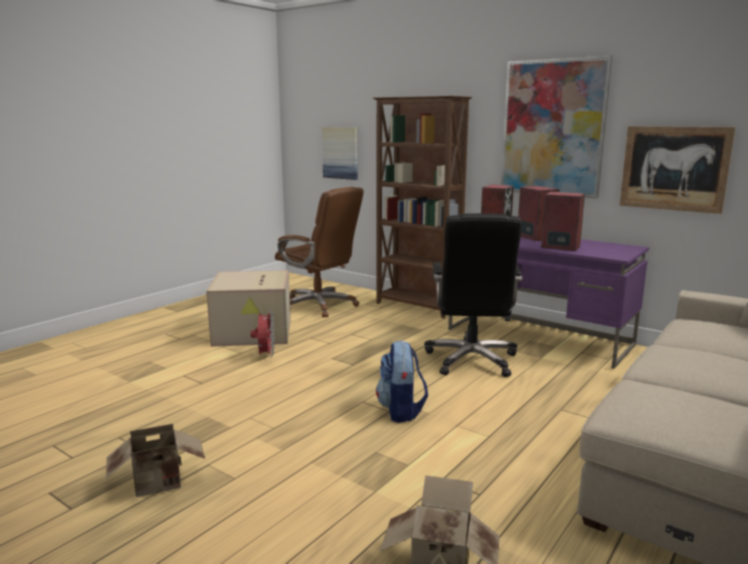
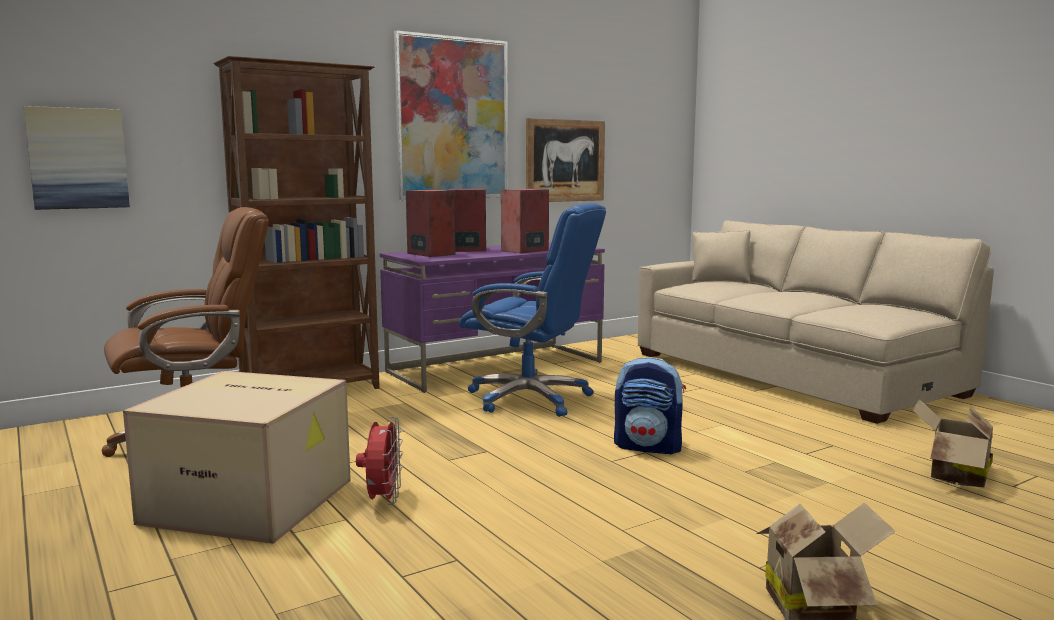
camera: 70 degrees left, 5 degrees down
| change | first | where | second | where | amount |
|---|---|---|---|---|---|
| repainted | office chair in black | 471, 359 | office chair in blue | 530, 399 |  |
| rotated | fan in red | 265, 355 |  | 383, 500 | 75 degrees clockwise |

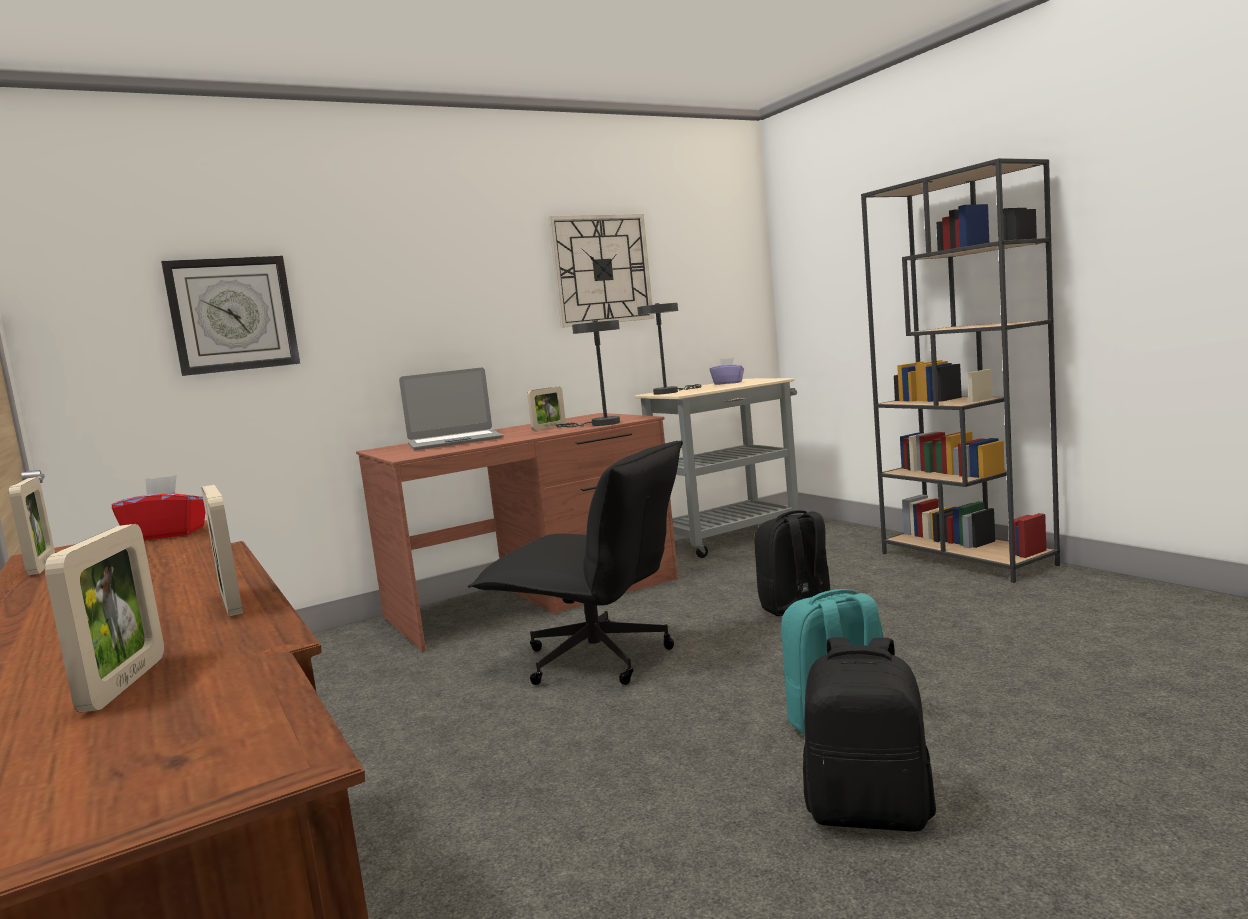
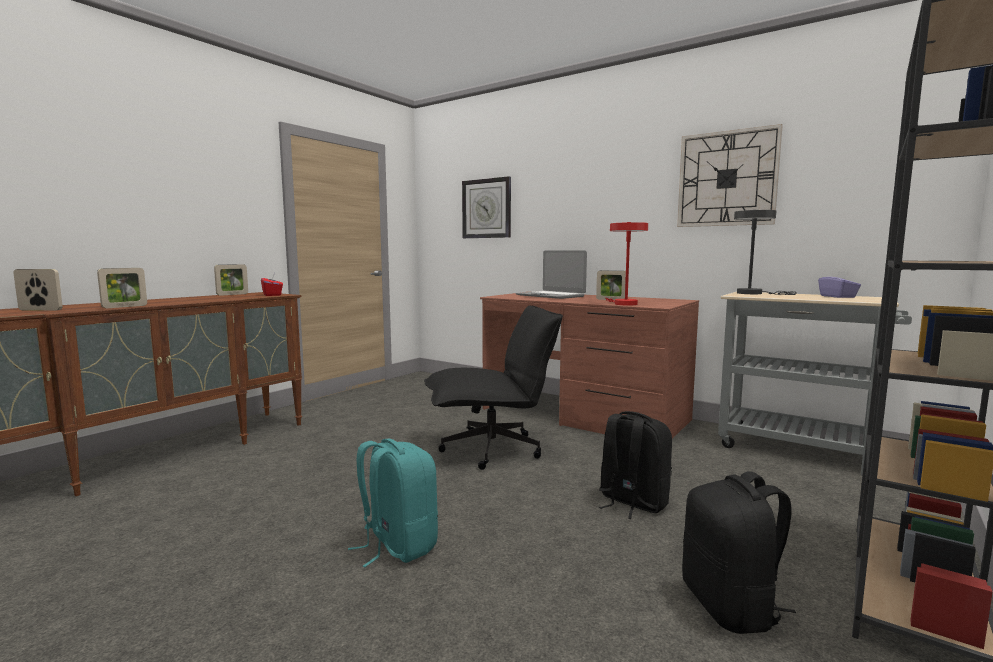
camera: 65 degrees right, 0 degrees up
| change | first | where | second | where | amount |
|---|---|---|---|---|---|
| shifted | backpack in black | 870, 812 |  | 731, 606 |  |
| repainted | table lamp in grey | 600, 424 | table lamp in red | 623, 304 |  |
| rotated | picture frame | 124, 683 |  | 40, 310 | 150 degrees counterclockwise |
| rotated | office chair in black | 594, 658 |  | 489, 449 | 105 degrees counterclockwise |

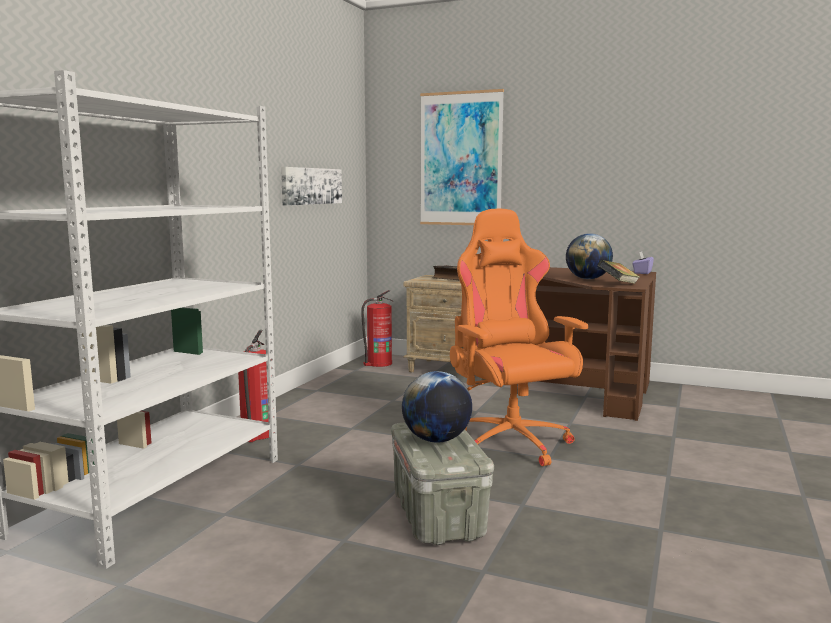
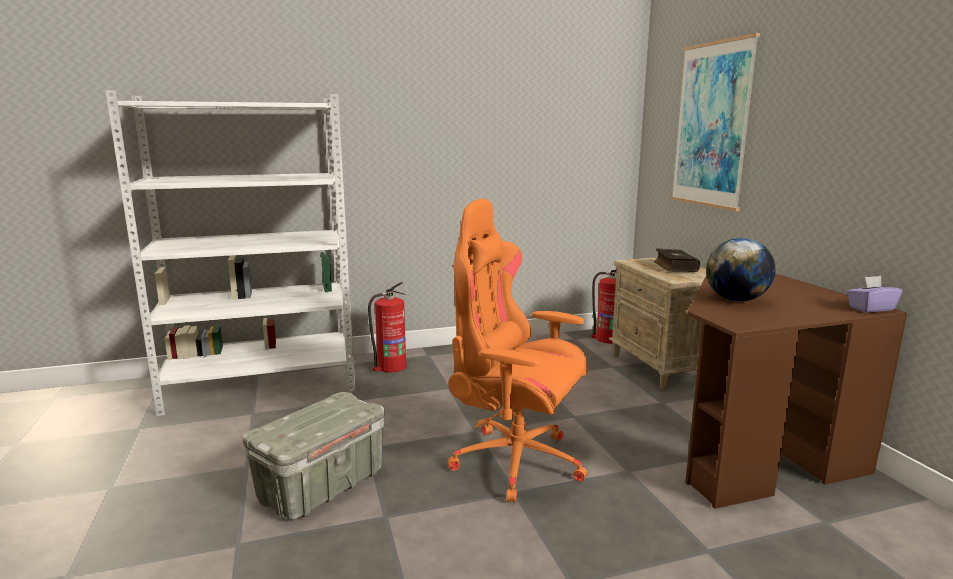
camera: 50 degrees right, 5 degrees up
| change | first | where | second | where | amount |
|---|---|---|---|---|---|
| gone | picture | 311, 186 |  |  |  |
| gone | globe | 437, 440 |  |  |  |
| gone | book | 618, 284 |  |  |  |
| rotated | office chair in orange | 513, 444 |  | 519, 462 | 90 degrees counterclockwise |

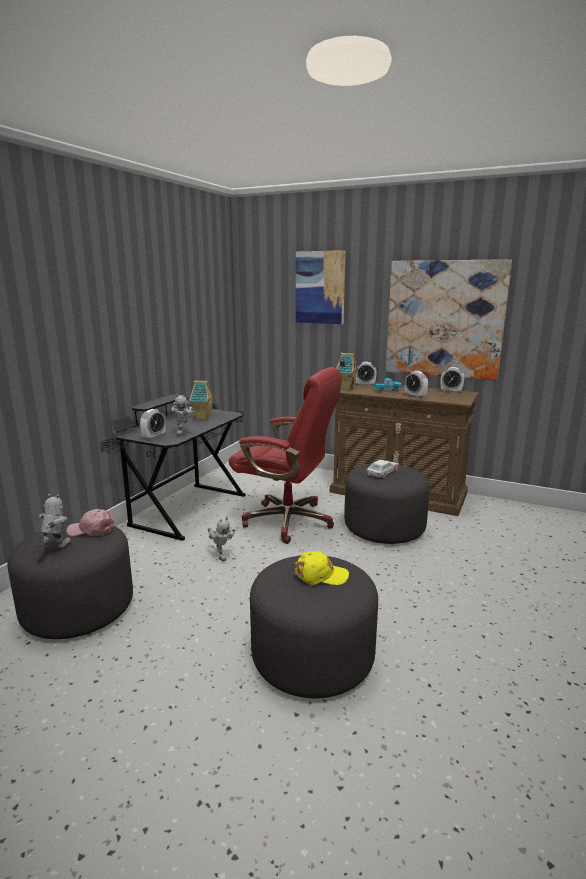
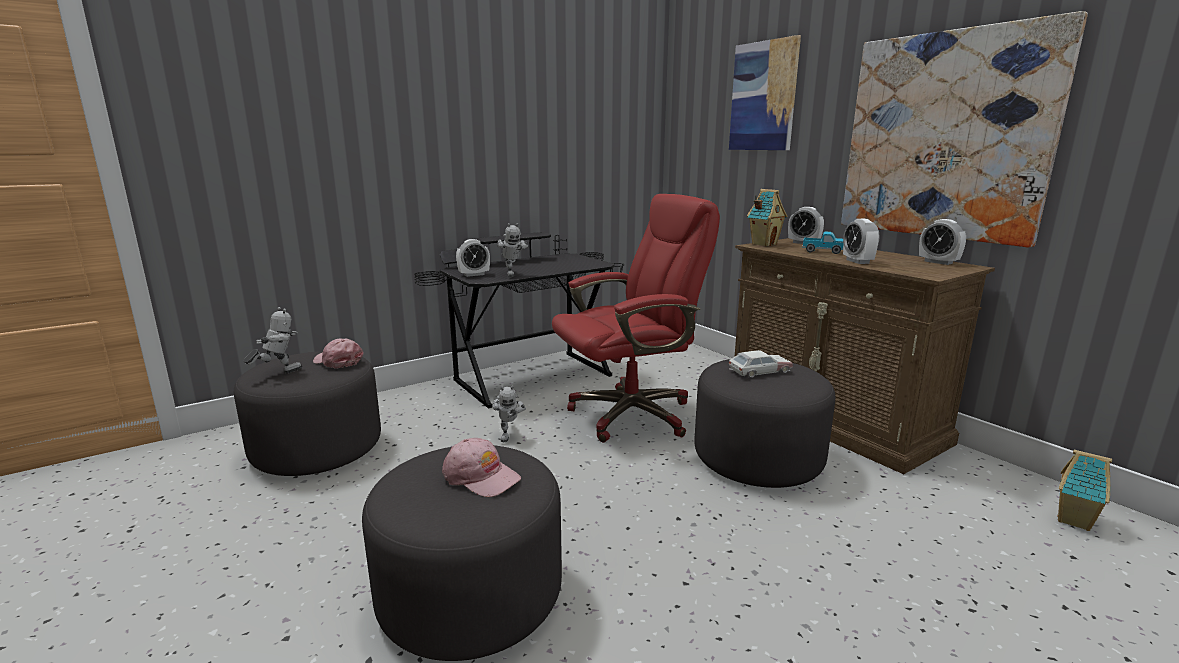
camera: 30 degrees right, 0 degrees up
| change | first | where | second | where | amount |
|---|---|---|---|---|---|
| shifted | toy house | 203, 417 |  | 1075, 521 |  |
| repainted | cap in yellow | 320, 575 | cap in pink | 481, 476 |  |
| rotated | toy robot | 183, 432 |  | 511, 274 | 45 degrees counterclockwise |
| rotated | office chair in red | 286, 521 |  | 629, 416 | 75 degrees counterclockwise |

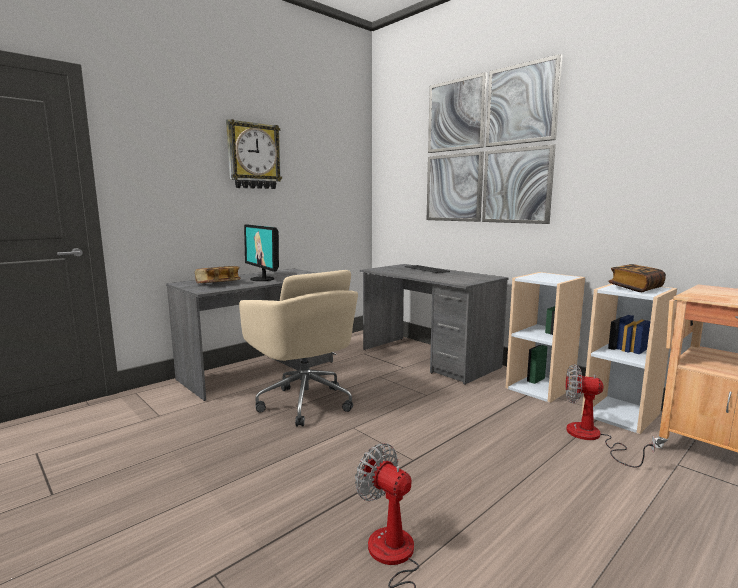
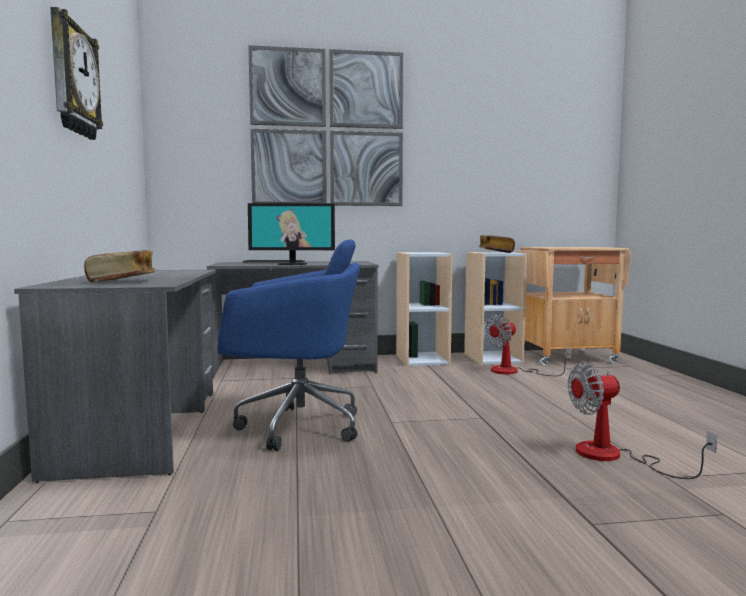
camera: 55 degrees left, 5 degrees down
| change | first | where | second | where | amount |
|---|---|---|---|---|---|
| shifted | monitor | 262, 279 |  | 292, 264 |  |
| repainted | office chair in beige | 303, 402 | office chair in blue | 293, 428 |  |

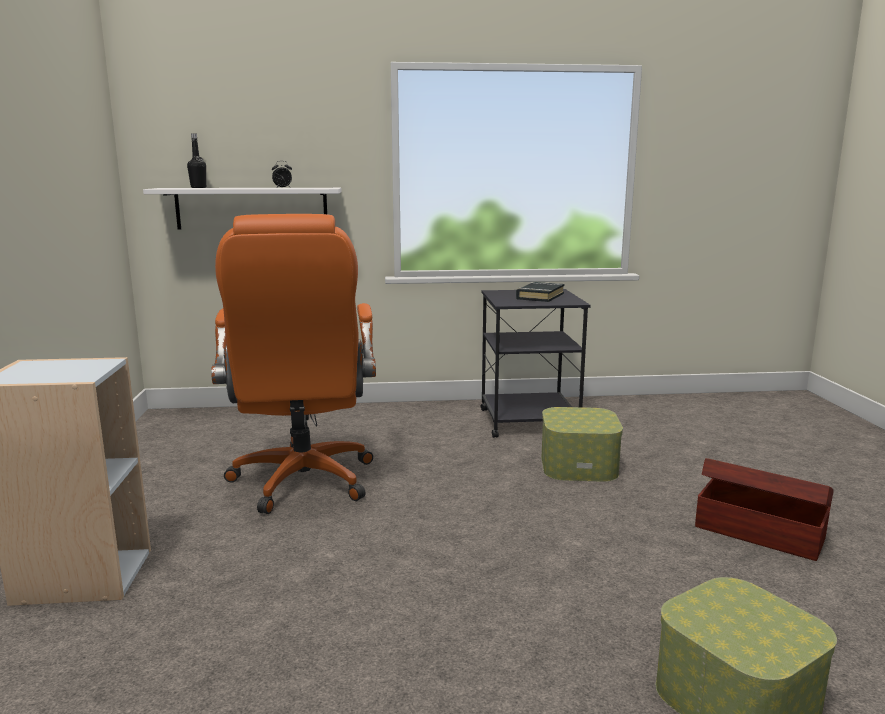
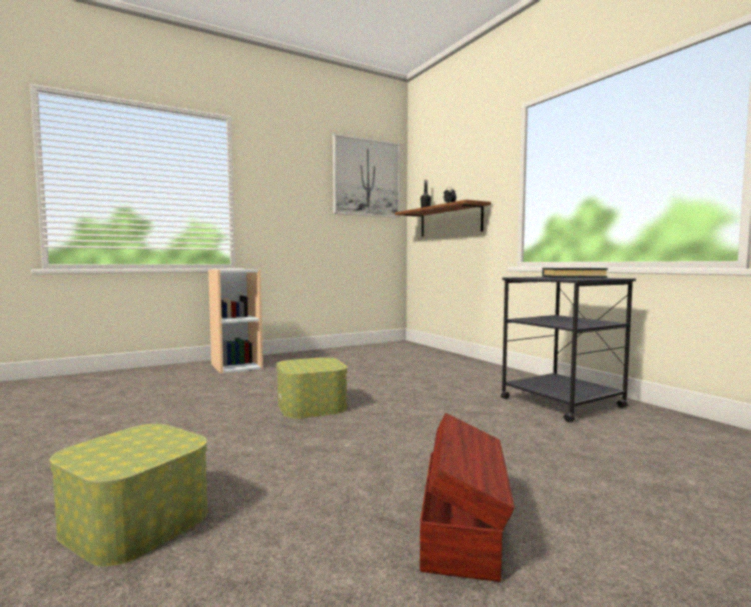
camera: 65 degrees right, 10 degrees down
| change | first | where | second | where | amount |
|---|---|---|---|---|---|
| gone | office chair in orange | 303, 482 |  |  |  |
| new |  |  | picture | 366, 178 |  |
| shifted | storage box | 578, 465 |  | 312, 406 |  |
| repainted | shelf in white | 252, 208 | shelf in brown | 450, 221 |  |

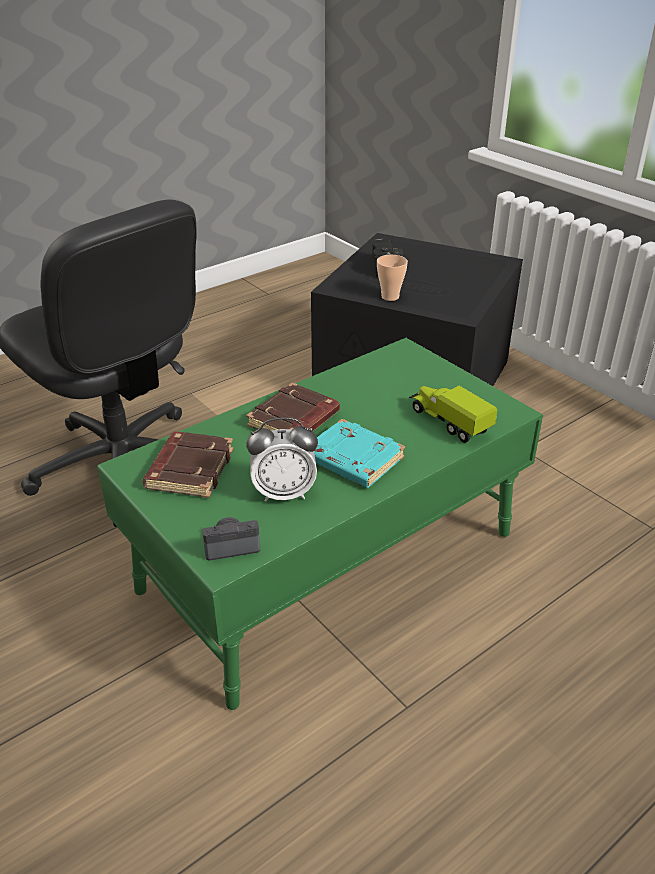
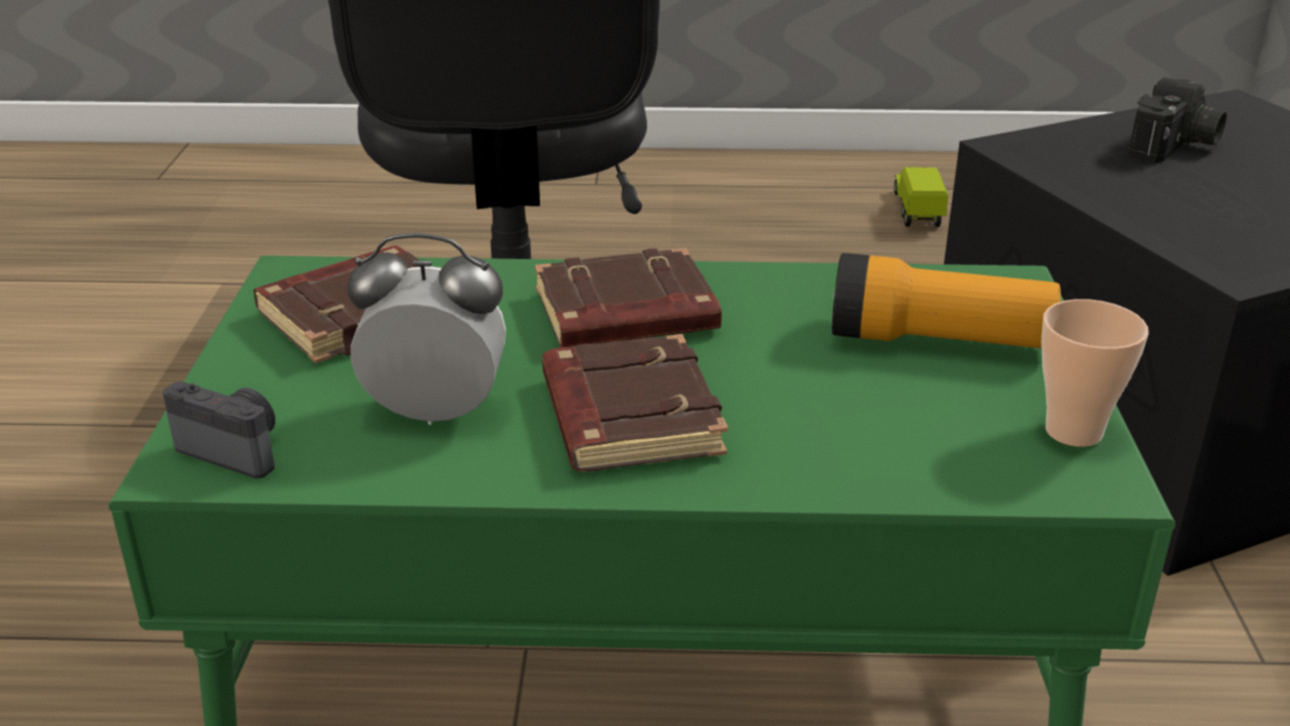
camera: 40 degrees right, 5 degrees down
| change | first | where | second | where | amount |
|---|---|---|---|---|---|
| new |  |  | flashlight | 938, 341 |  |
| shifted | cup | 390, 297 |  | 1073, 431 |  |
| shifted | toy truck | 449, 422 |  | 916, 210 |  |
| repainted | book in turquoise | 352, 459 | book in brown | 627, 416 |  |
| rotated | alarm clock | 284, 493 |  | 436, 412 | 150 degrees clockwise |

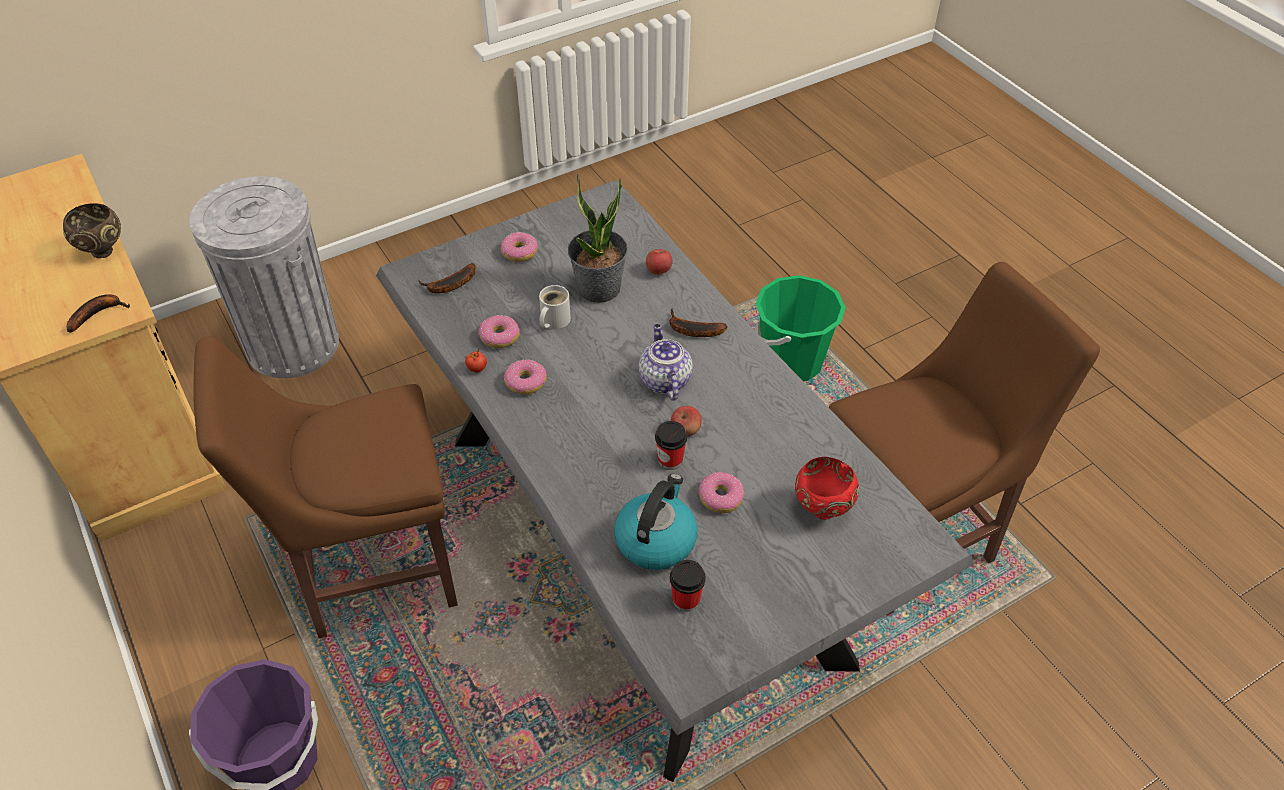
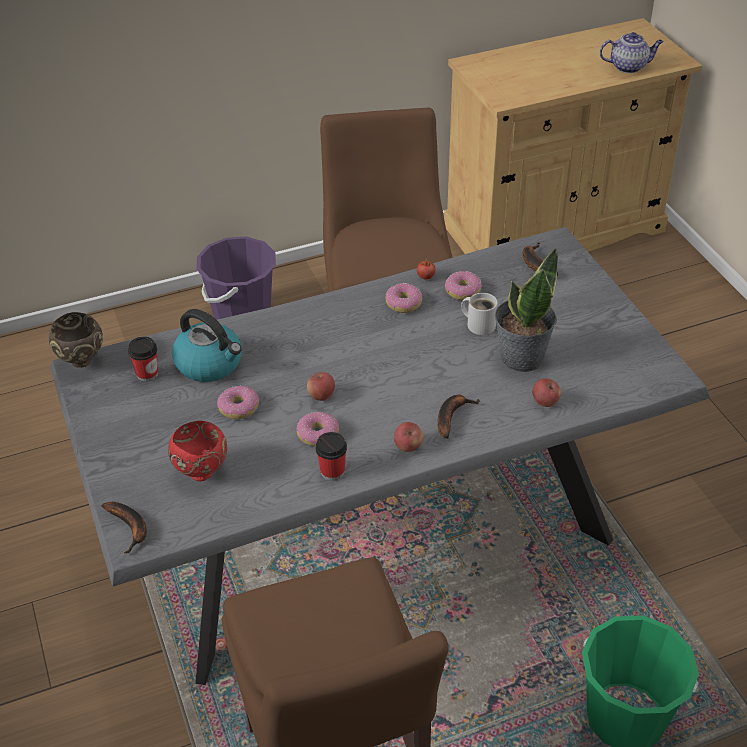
camera: 100 degrees right, 5 degrees down
| change | first | where | second | where | amount |
|---|---|---|---|---|---|
| gone | trash can in grey | 292, 344 |  |  |  |
| new |  |  | apple | 408, 447 |  |
| shifted | bowl in brown | 104, 251 |  | 82, 362 |  |
| shifted | banana | 98, 313 |  | 130, 528 |  |
| shifted | donut | 520, 252 |  | 317, 435 |  |
| shifted | teapot | 664, 380 |  | 629, 67 |  |
| shifted | cup | 670, 460 |  | 332, 471 |  |

